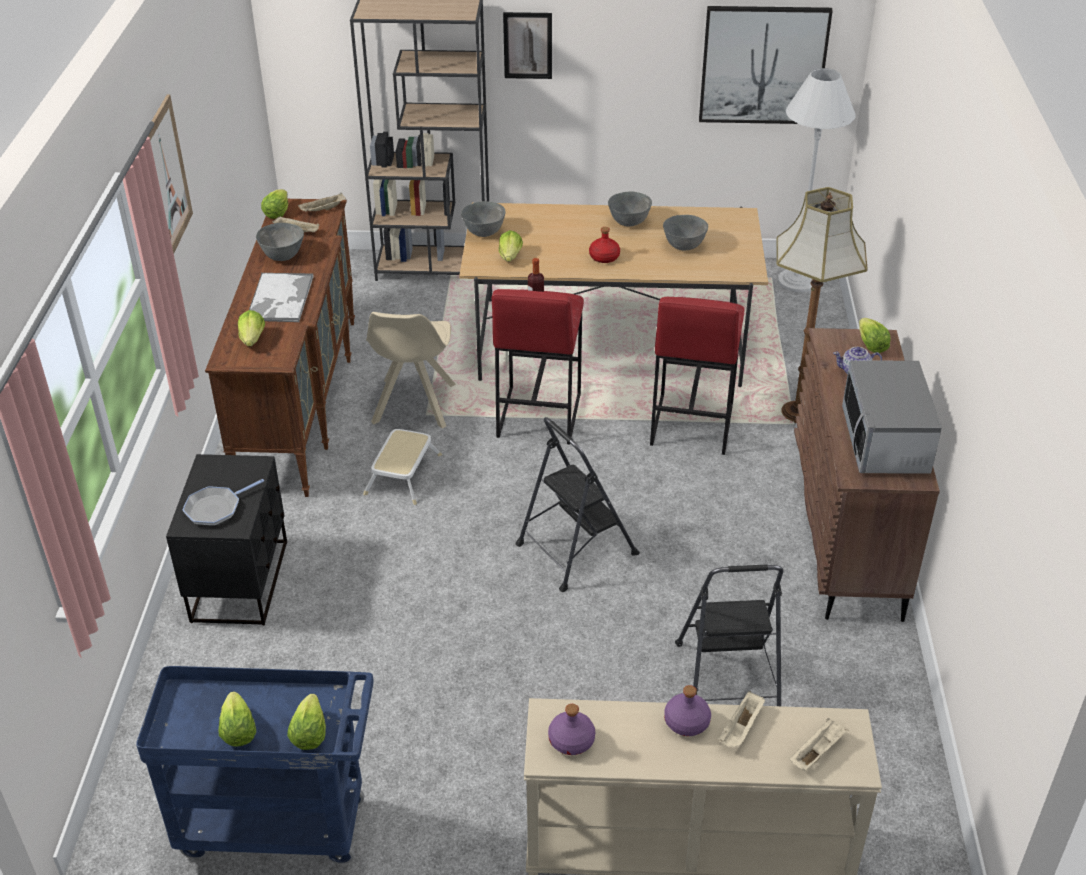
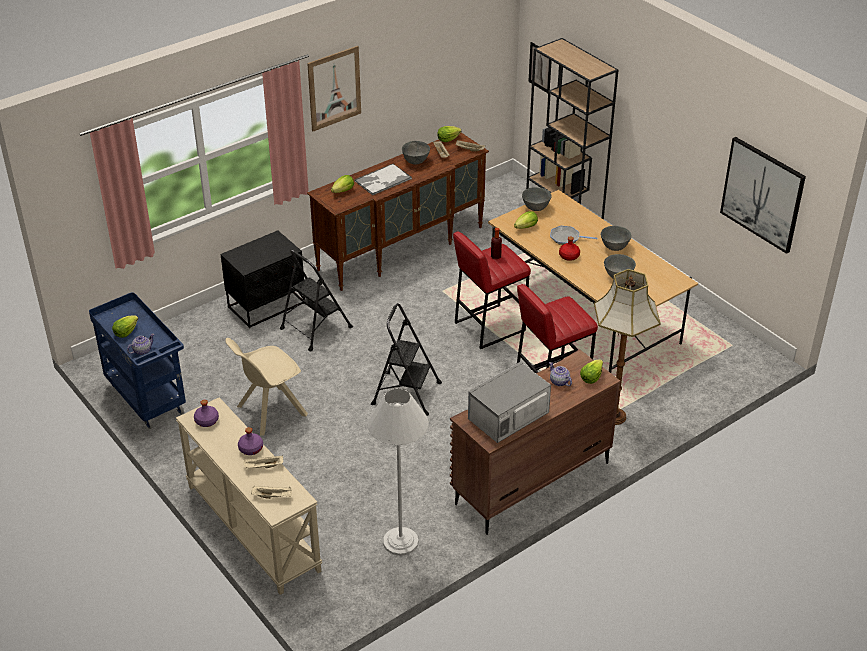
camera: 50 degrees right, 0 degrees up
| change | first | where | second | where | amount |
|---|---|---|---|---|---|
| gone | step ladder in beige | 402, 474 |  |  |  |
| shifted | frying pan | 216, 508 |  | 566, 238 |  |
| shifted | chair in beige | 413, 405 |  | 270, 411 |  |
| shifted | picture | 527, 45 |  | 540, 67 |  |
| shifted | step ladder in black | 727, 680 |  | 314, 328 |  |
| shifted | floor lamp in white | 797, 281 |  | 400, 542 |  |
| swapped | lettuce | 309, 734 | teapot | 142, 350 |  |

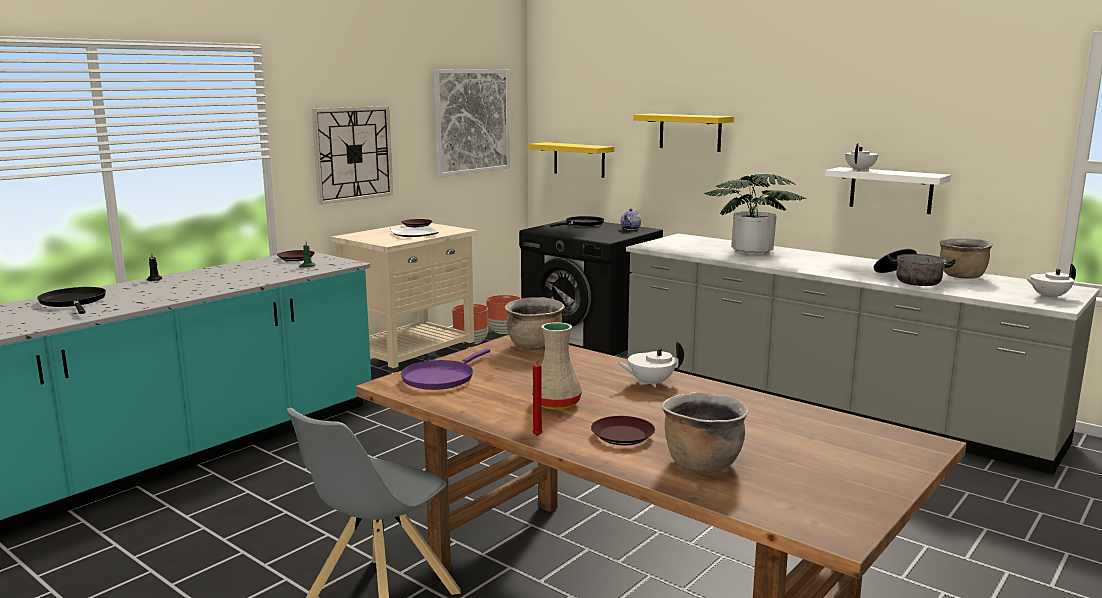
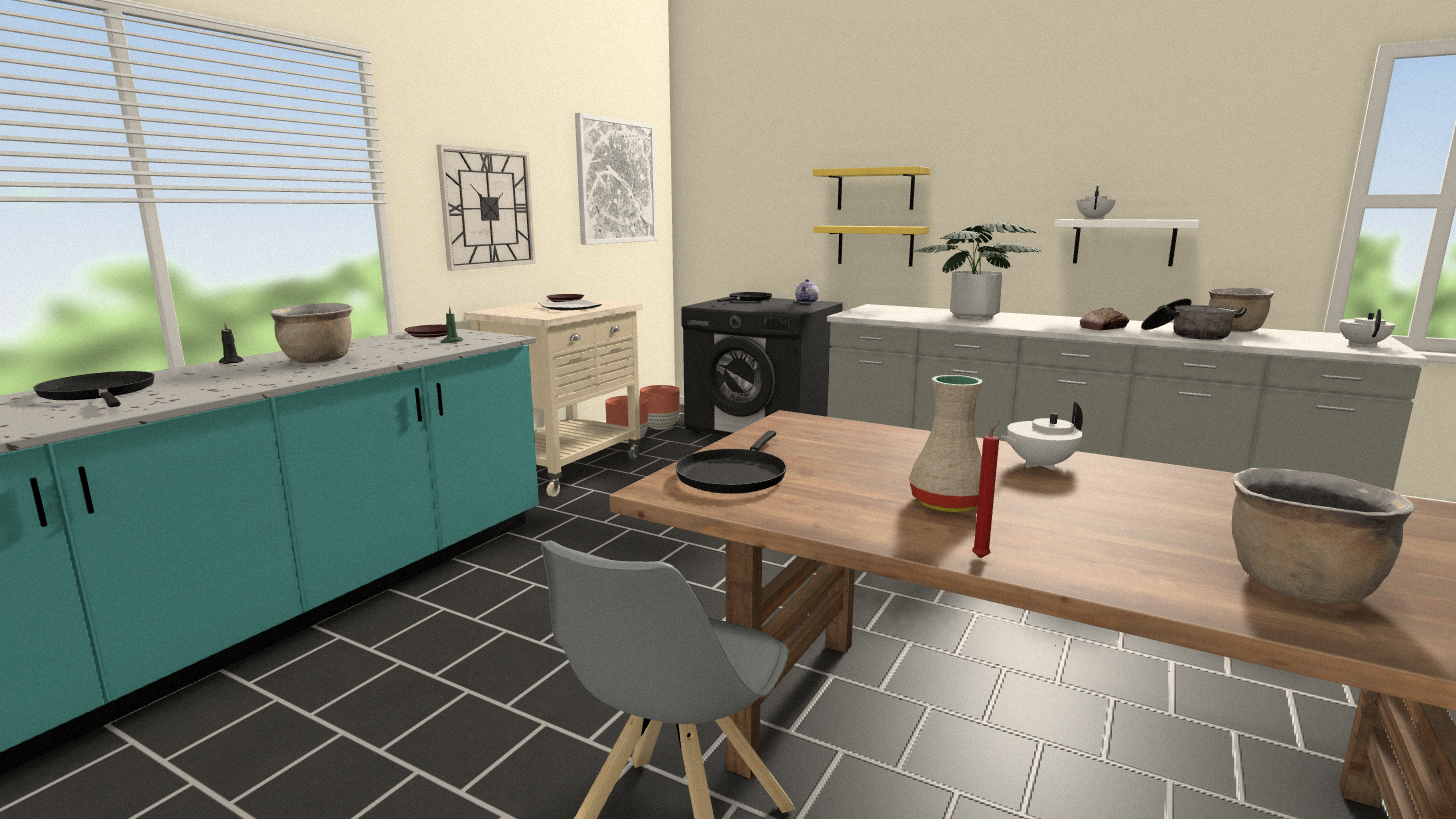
camera: 10 degrees left, 0 degrees up
| change | first | where | second | where | amount |
|---|---|---|---|---|---|
| gone | plate in brown | 622, 435 |  |  |  |
| new |  |  | bread | 1103, 327 |  |
| shifted | cooking pot in brown | 534, 347 |  | 319, 361 |  |
| shifted | shelf in yellow | 579, 159 |  | 875, 245 |  |
| repainted | frying pan in purple | 441, 378 | frying pan in black | 734, 475 |  |
| rotated | teapot in white | 1048, 297 |  | 1362, 345 | 135 degrees clockwise |

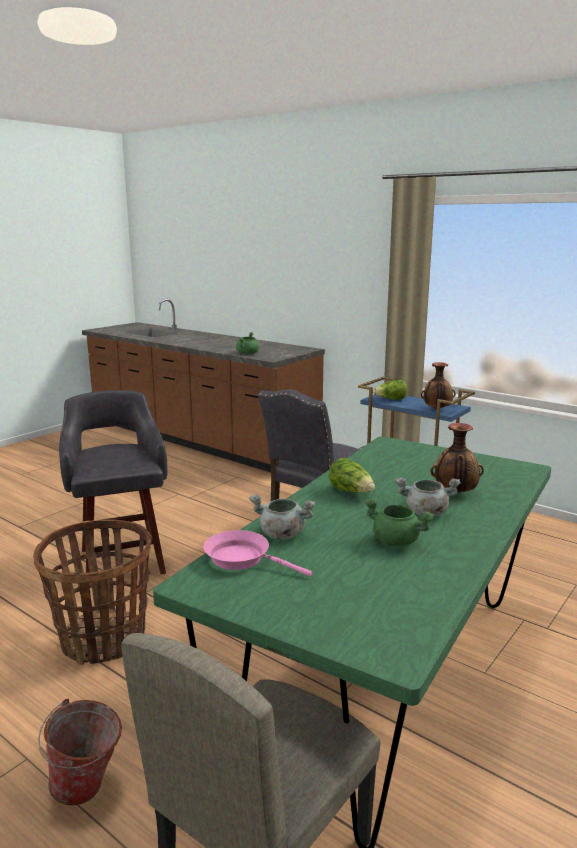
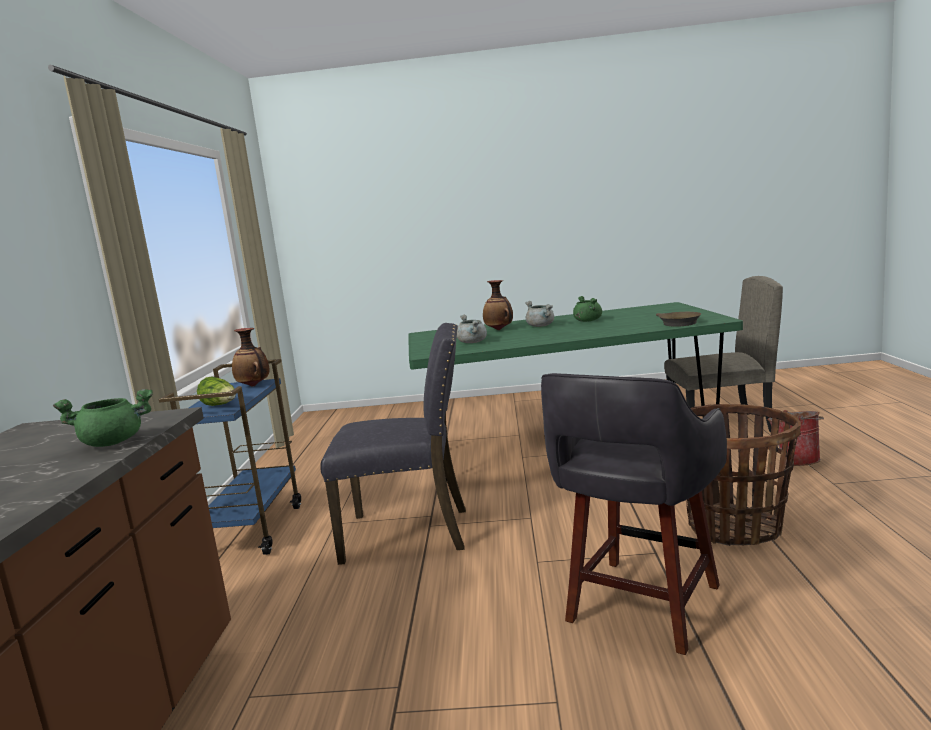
camera: 125 degrees left, 5 degrees down
| change | first | where | second | where | amount |
|---|---|---|---|---|---|
| gone | lettuce | 351, 491 |  |  |  |
| shifted | cooking pot in grey | 281, 534 |  | 473, 342 |  |
| repainted | frying pan in pink | 242, 559 | frying pan in brown | 677, 323 |  |

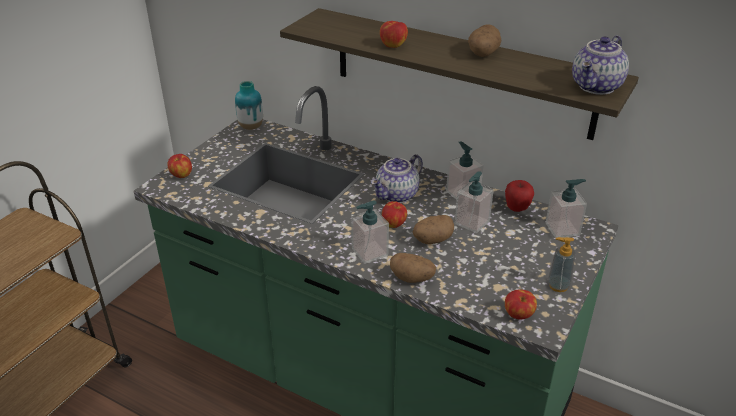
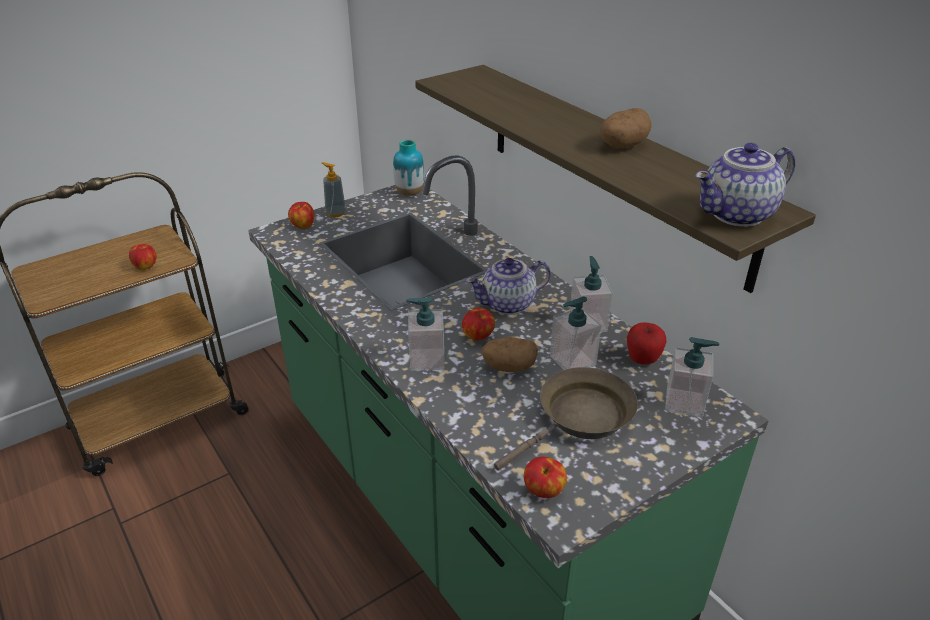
camera: 25 degrees right, 0 degrees up
| change | first | where | second | where | amount |
|---|---|---|---|---|---|
| gone | potato | 412, 278 |  |  |  |
| new |  |  | frying pan in brown | 580, 418 |  |
| shifted | apple | 393, 45 |  | 146, 267 |  |
| shifted | soap dispenser | 558, 285 |  | 335, 213 |  |

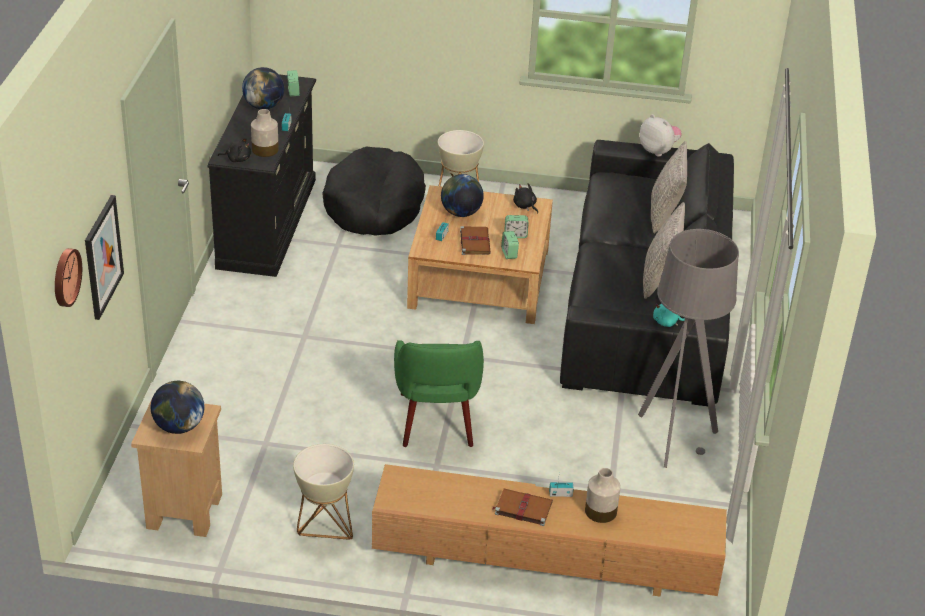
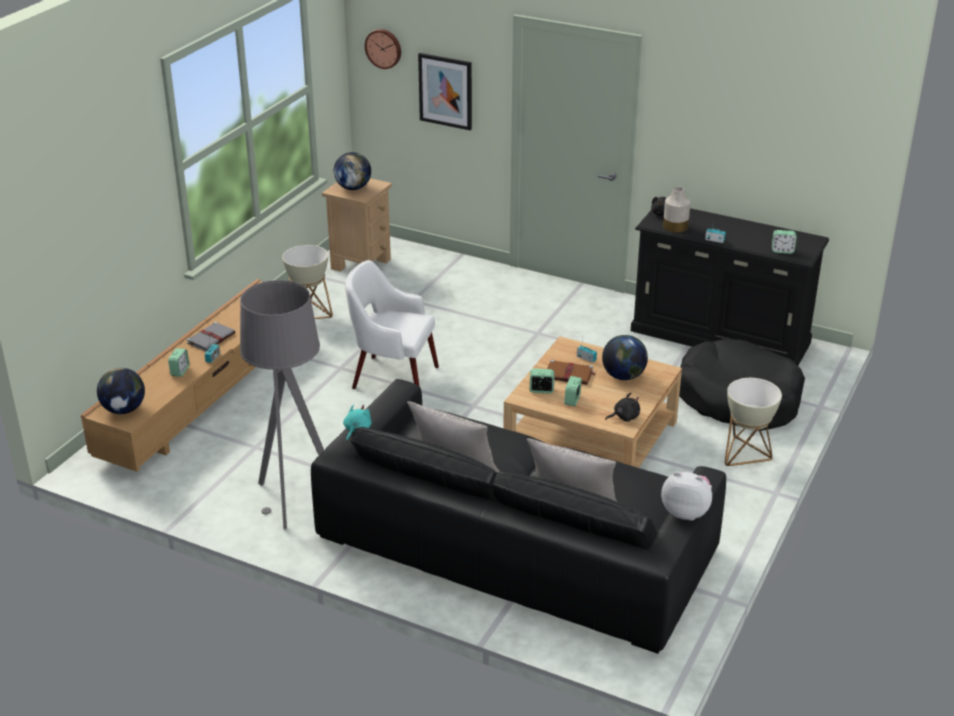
camera: 110 degrees right, 5 degrees down
| change | first | where | second | where | amount |
|---|---|---|---|---|---|
| shifted | globe | 264, 106 |  | 124, 410 |  |
| swapped | vase in beige | 600, 511 | alarm clock | 180, 371 |  |
| repainted | armchair in green | 436, 422 | armchair in white | 393, 377 |  |
| repainted | book in brown | 522, 508 | book in grey | 211, 338 |  |
| rotated | plush toy | 658, 151 |  | 685, 512 | 135 degrees counterclockwise |

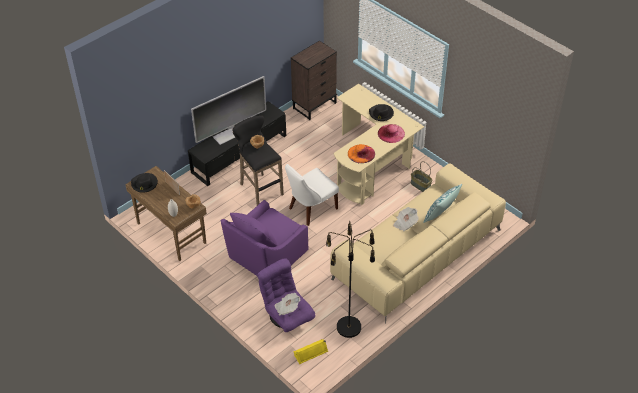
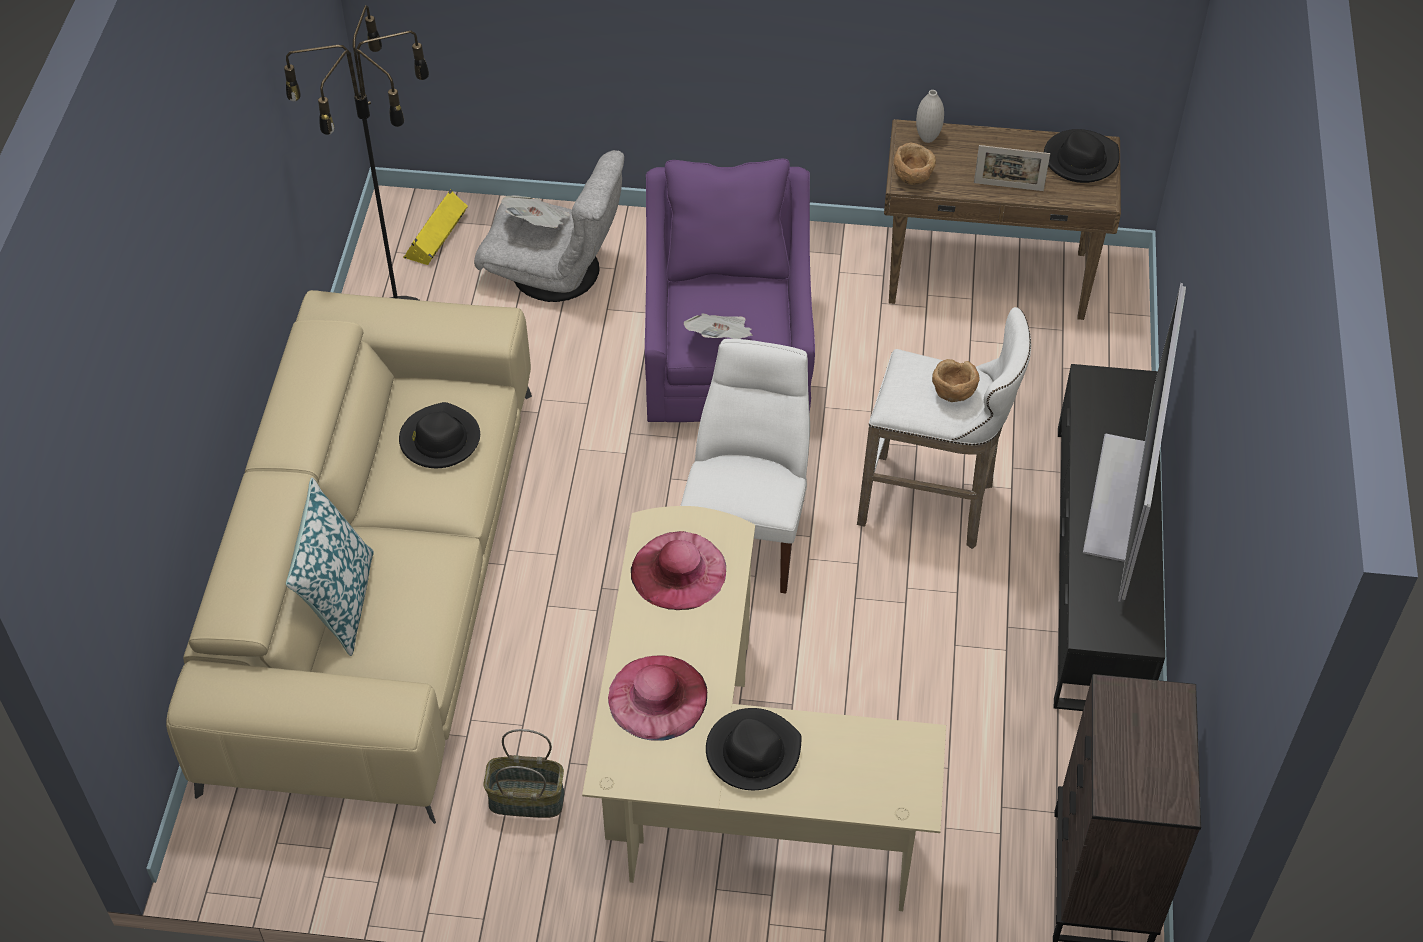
camera: 140 degrees right, 5 degrees up
| change | first | where | second | where | amount |
|---|---|---|---|---|---|
| new |  |  | hat in black | 439, 440 |  |
| shifted | newspaper | 405, 223 |  | 720, 339 |  |
| repainted | stool in black | 259, 188 | stool in white | 933, 504 |  |
| repainted | armchair in purple | 287, 315 | armchair in grey | 554, 273 |  |
| repainted | hat in orange | 361, 153 | hat in pink | 678, 570 |  |

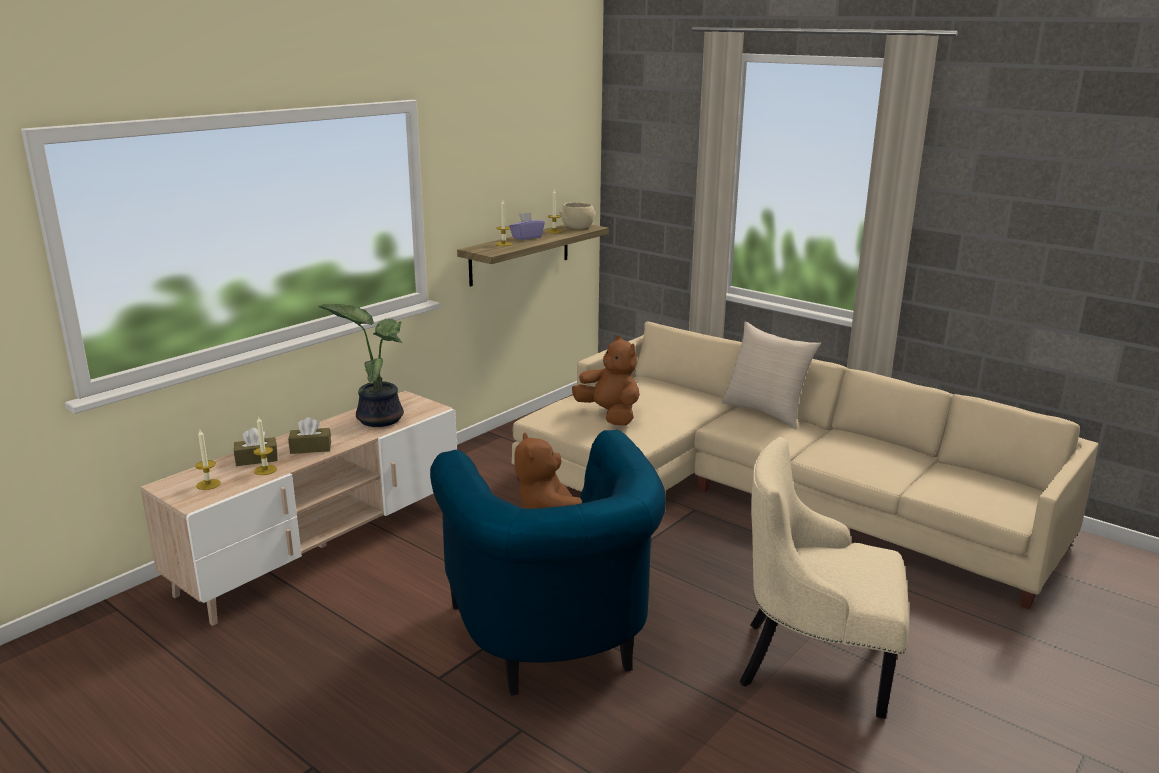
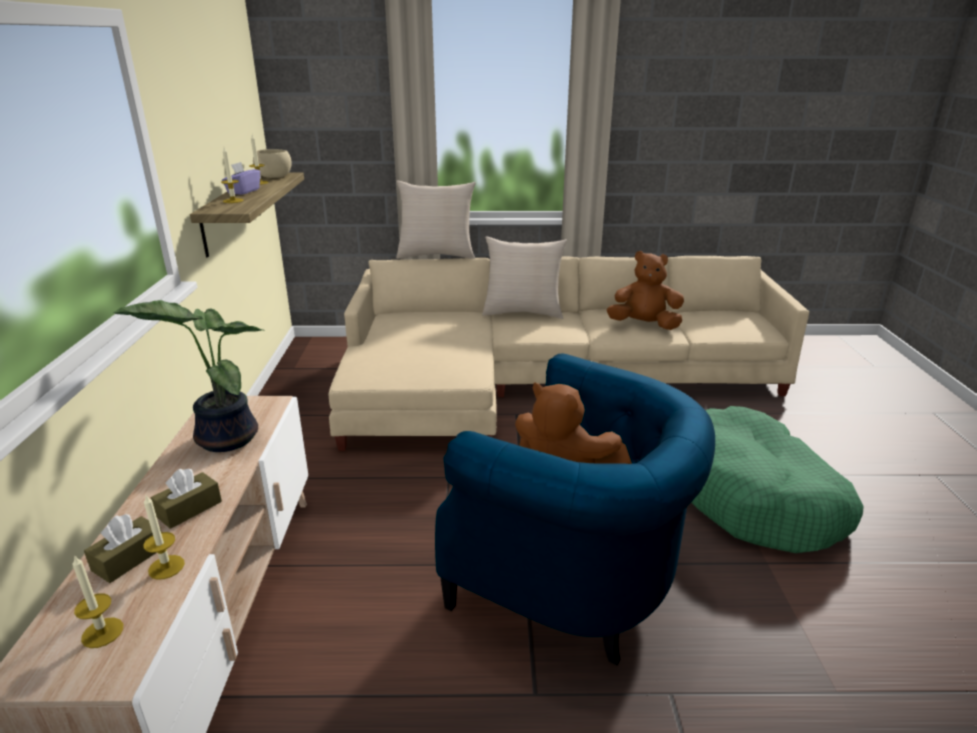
camera: 40 degrees left, 5 degrees up
| change | first | where | second | where | amount |
|---|---|---|---|---|---|
| new |  |  | pillow in beige | 436, 255 |  |
| shifted | plush toy in brown | 609, 415 |  | 644, 325 |  |
| swapped | armchair in beige | 816, 666 | dog bed in green | 755, 497 |  |

